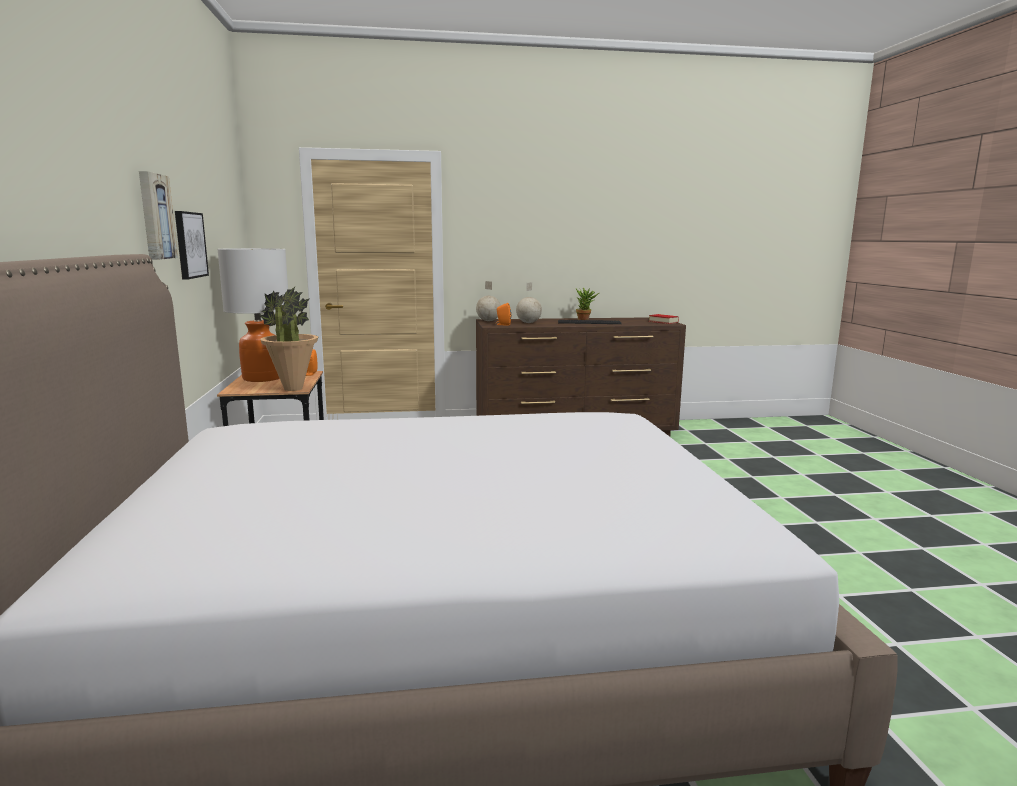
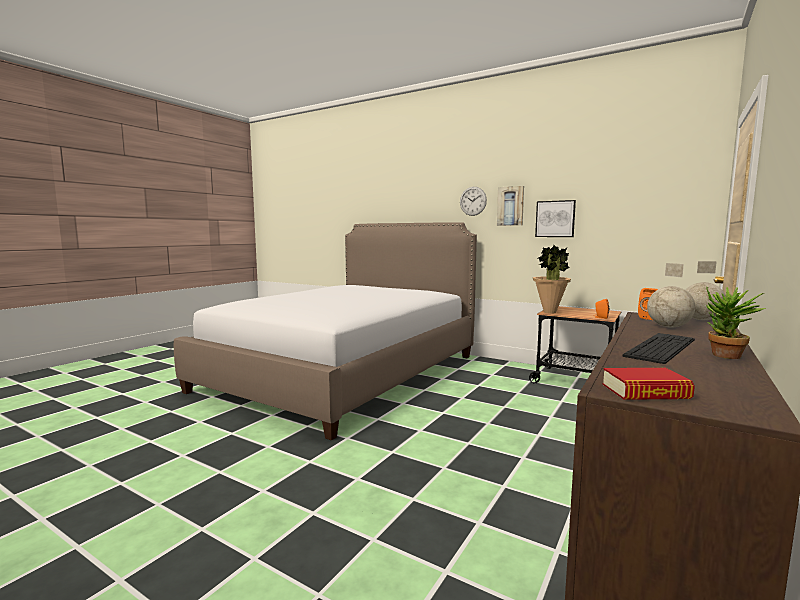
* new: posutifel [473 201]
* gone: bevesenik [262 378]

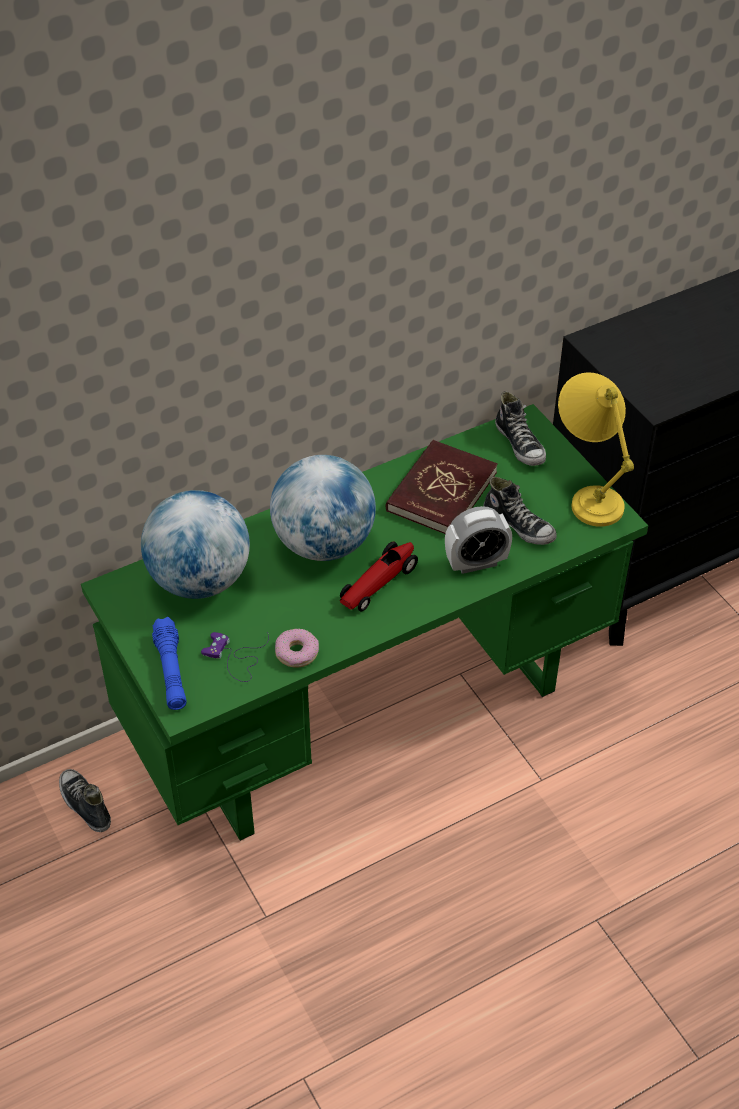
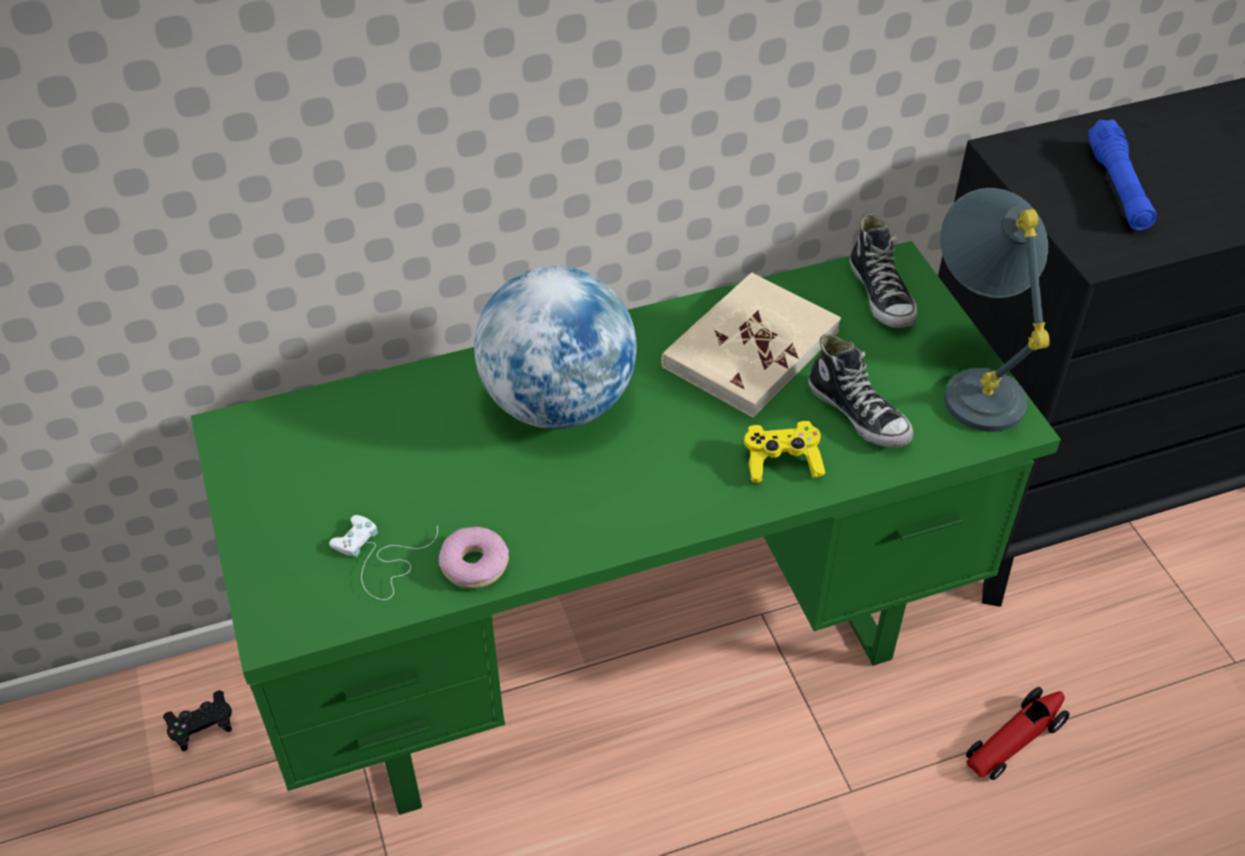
* swapped: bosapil [85 805] to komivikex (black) [202 726]
* repainted: komivikex (purple) [236 658] to komivikex (white) [380 559]
* repainted: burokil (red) [441 491] to burokil (beige) [750 349]
* swapped: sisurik [476 563] to komivikex (yellow) [781 462]
* repainted: bevesenik (yellow) [588 494] to bevesenik (grey) [973 380]
* shifted: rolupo [378 583] to [1014 740]
* shifted: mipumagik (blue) [171 671] to [1118 187]
* gone: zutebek [199 580]

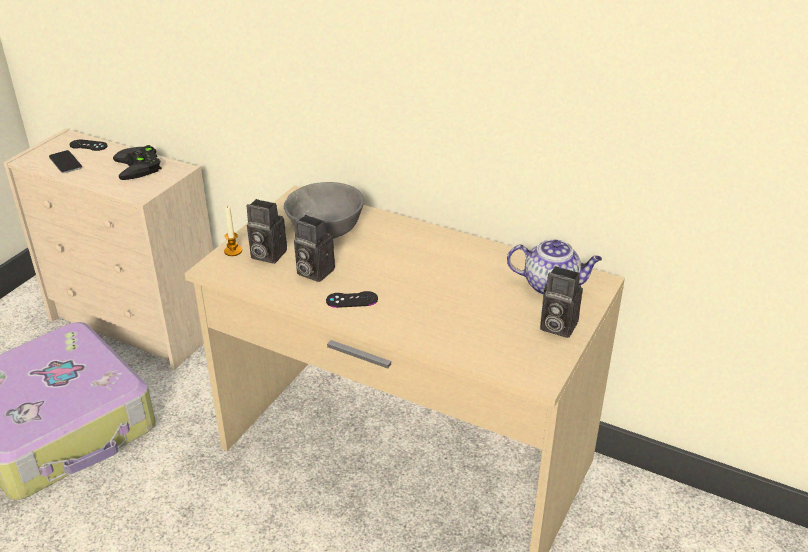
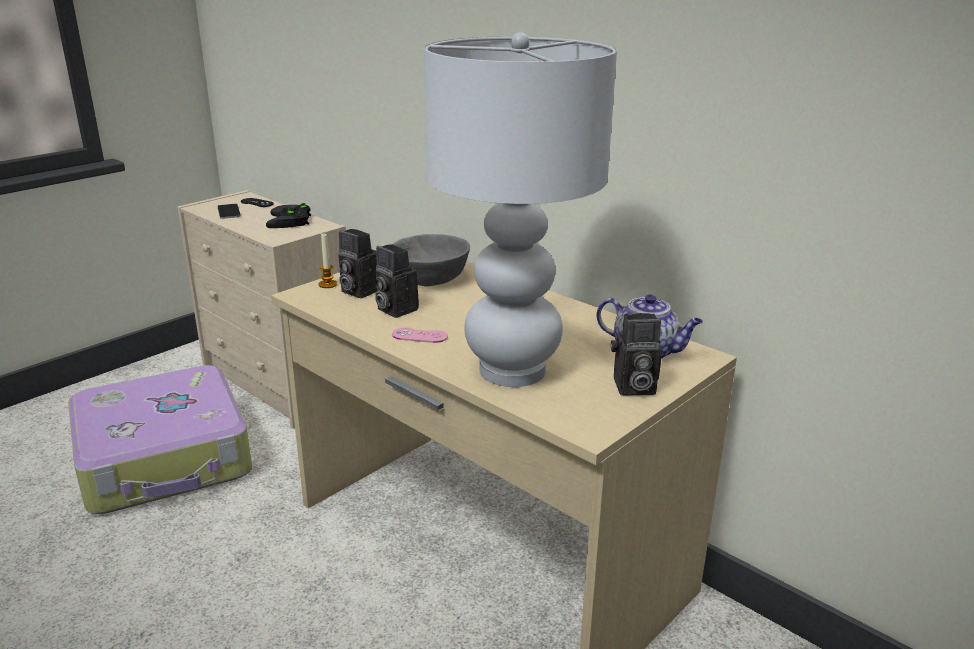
* repainted: komivikex (black) [352 300] to komivikex (pink) [419 335]
* new: bevesenik (white) [512 371]
* rotated: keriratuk [556 326] = [632 388] 45 degrees counterclockwise

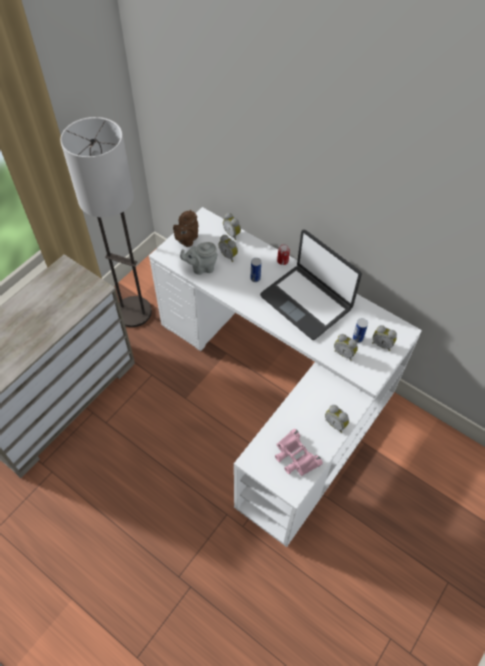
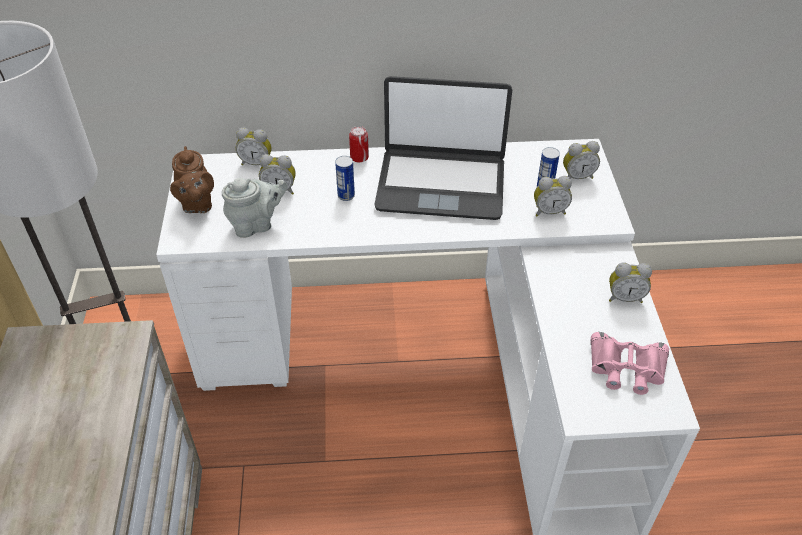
* rotated: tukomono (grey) [201 267] = [256 225] 150 degrees counterclockwise

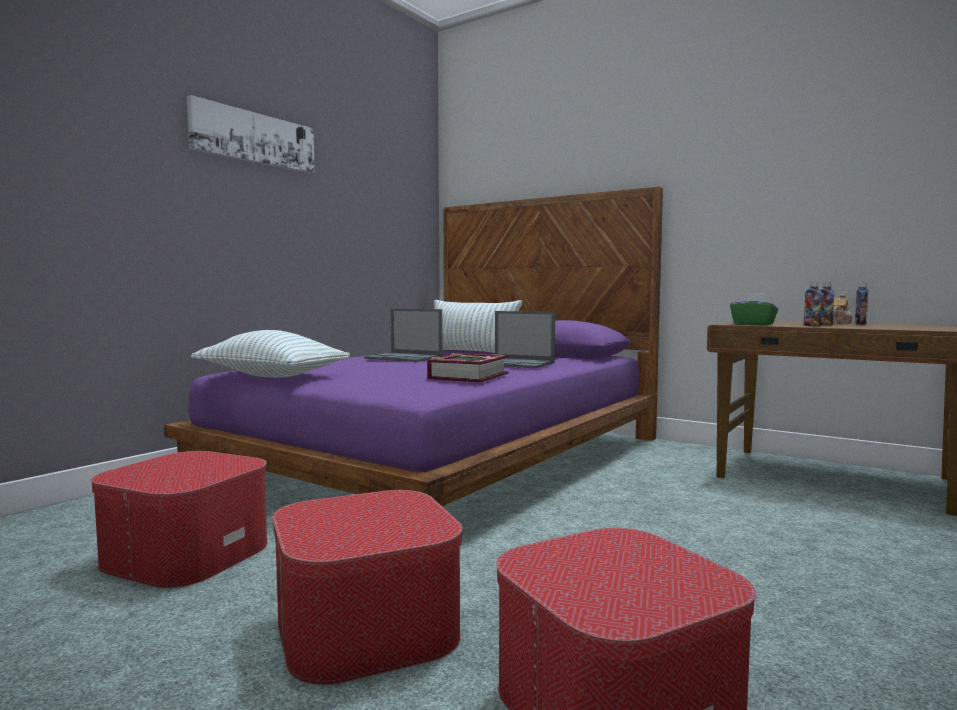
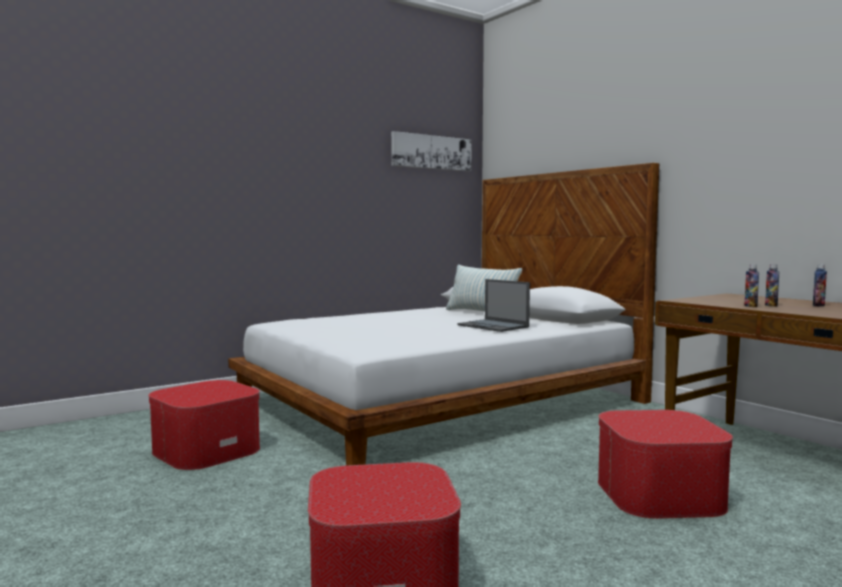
* repainted: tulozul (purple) [444 458] to tulozul (white) [440 401]
* shifted: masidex [254 138] to [431 152]
* shifted: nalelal [366 627] to [659 494]
* gone: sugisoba [271 376]
* gone: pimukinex [404 358]
* gone: burokil [468 376]
* gone: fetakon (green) [753 324]
* gone: tukomono [838 323]

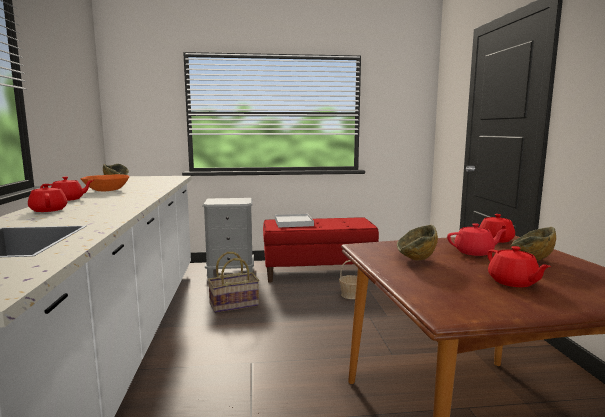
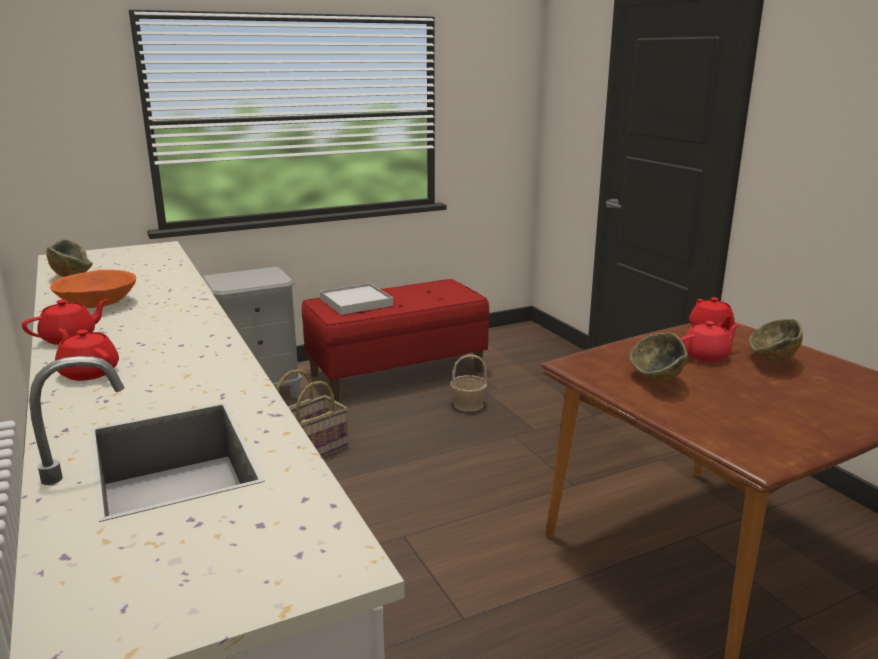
* gone: tukomono (red) [513 282]

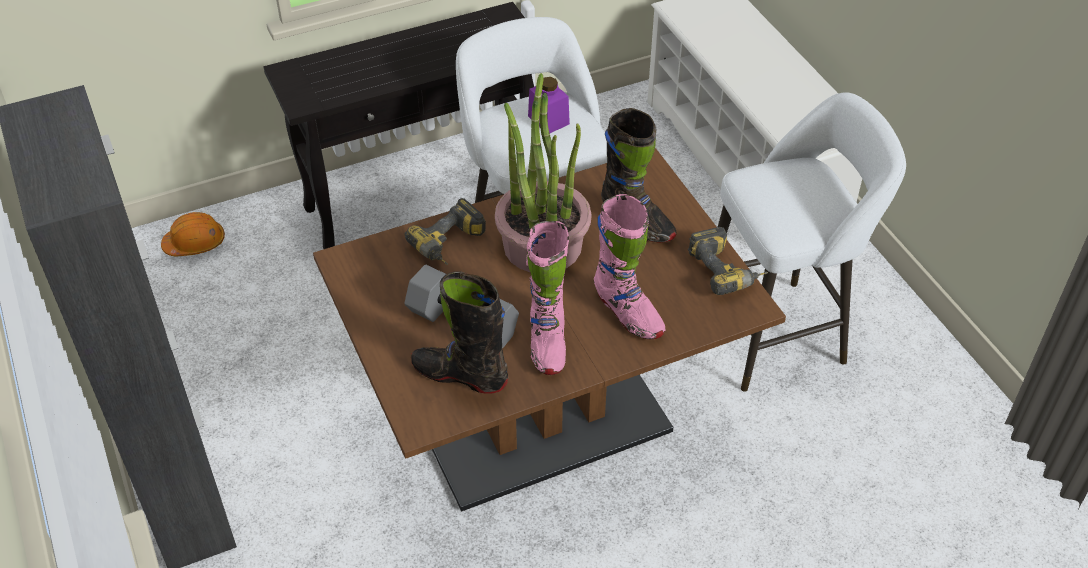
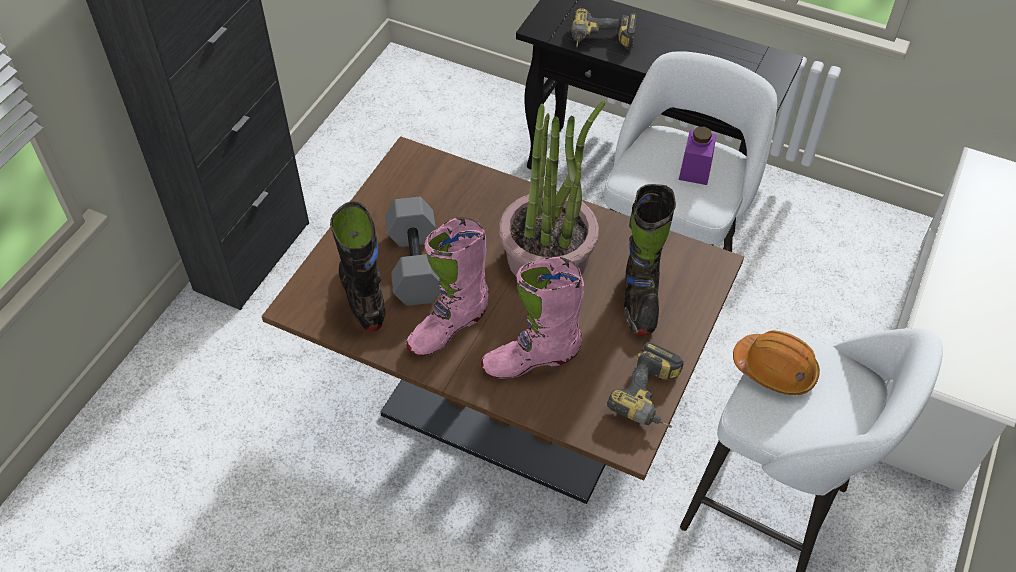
* rotated: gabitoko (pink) [627 313] = [531 360] 60 degrees clockwise
* shifted: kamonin [451 245] to [601 42]
* shifted: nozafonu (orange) [195 243] to [775 369]

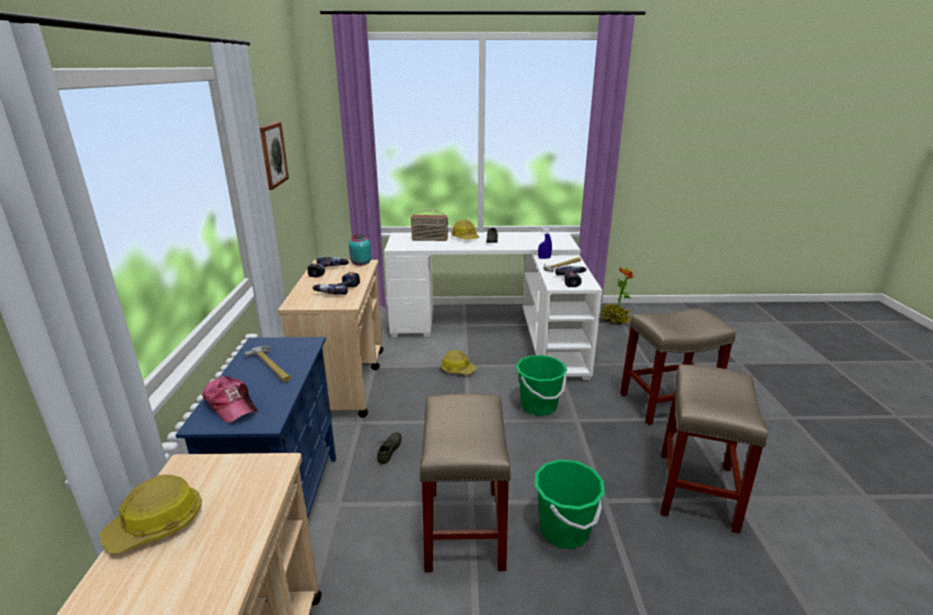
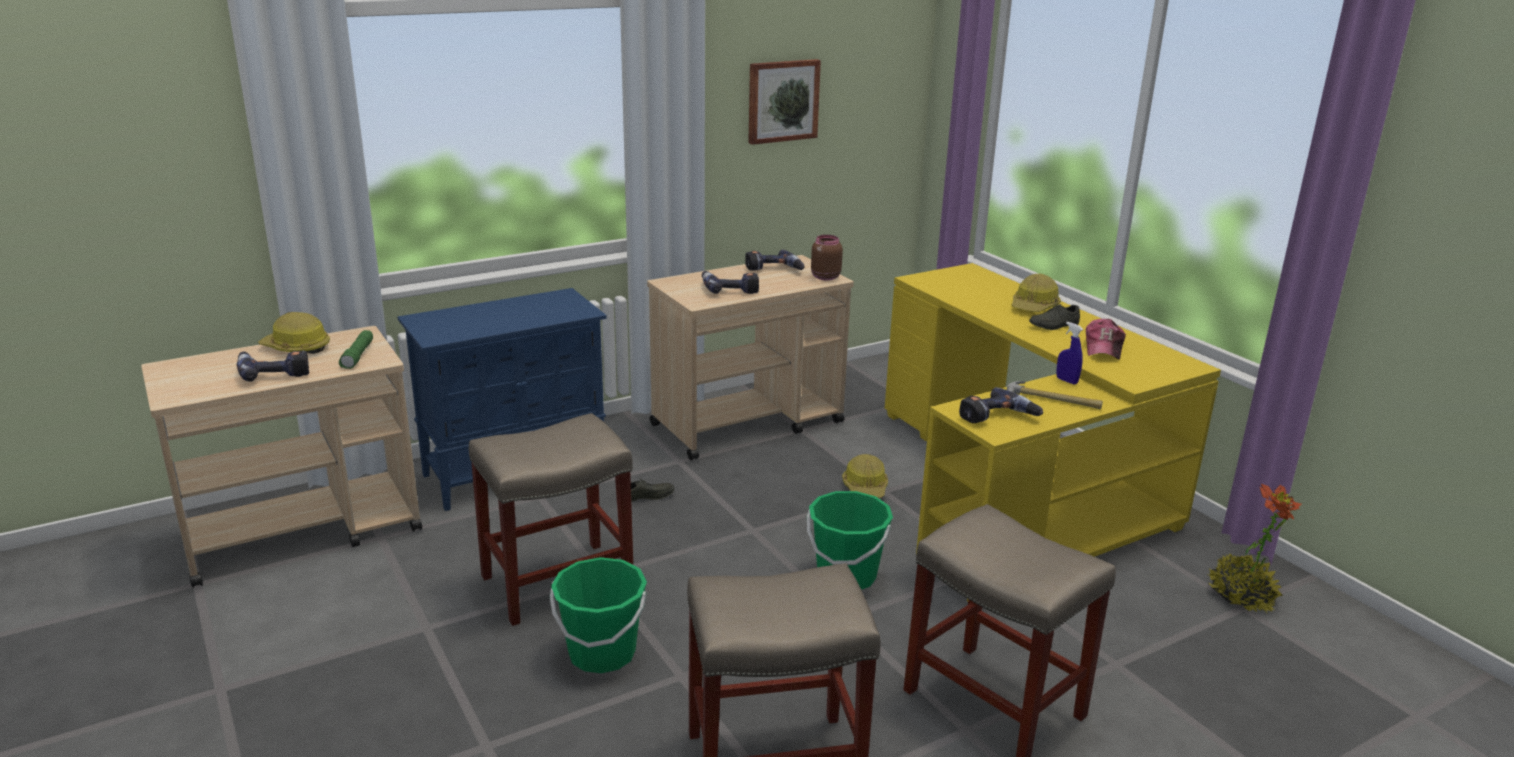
* new: kamonin [274 372]
* new: mipumagik (green) [358 356]
* repainted: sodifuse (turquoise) [360 263] to sodifuse (brown) [824 277]
* repainted: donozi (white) [499 332] to donozi (yellow) [1019 490]
* shifted: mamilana [231 405] to [1103 348]
* gone: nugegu [270 367]
* gone: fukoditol [429 240]

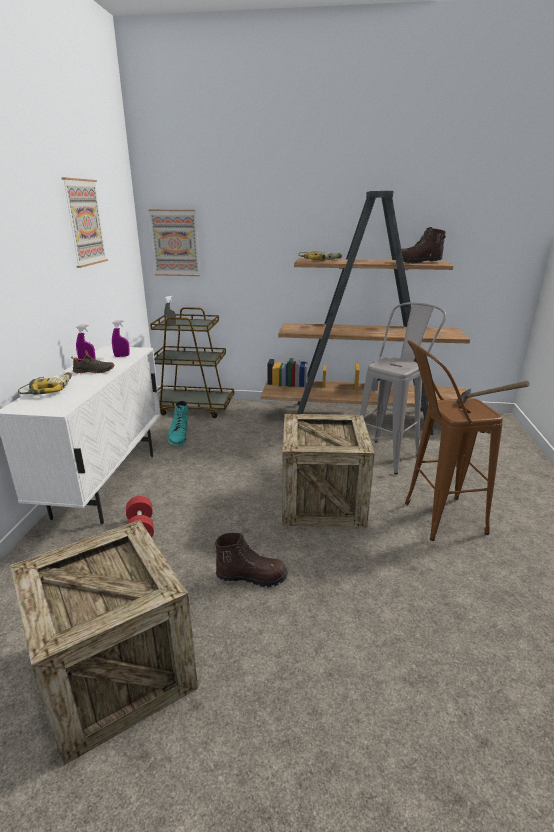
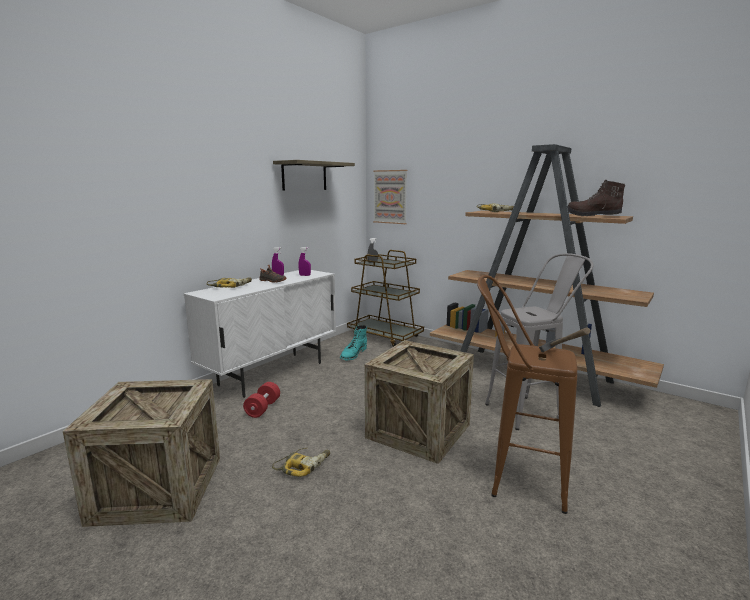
* swapped: gabitoko (brown) [251 576] to kamonin [303 465]
* swapped: masidex [84 222] to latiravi [304 176]

